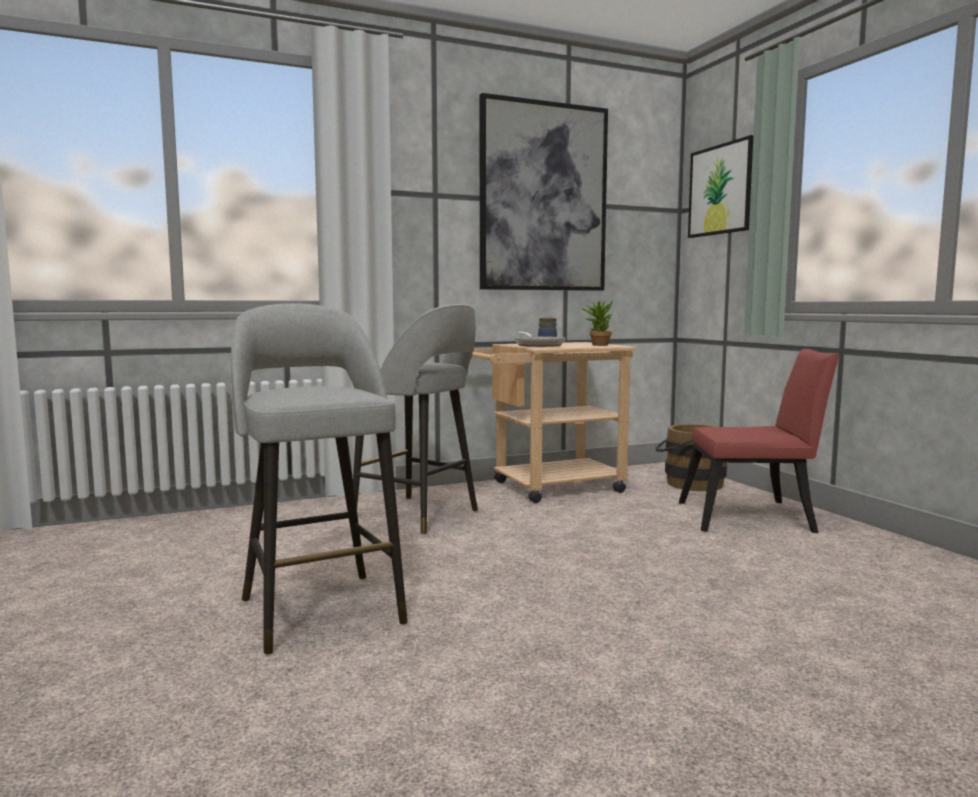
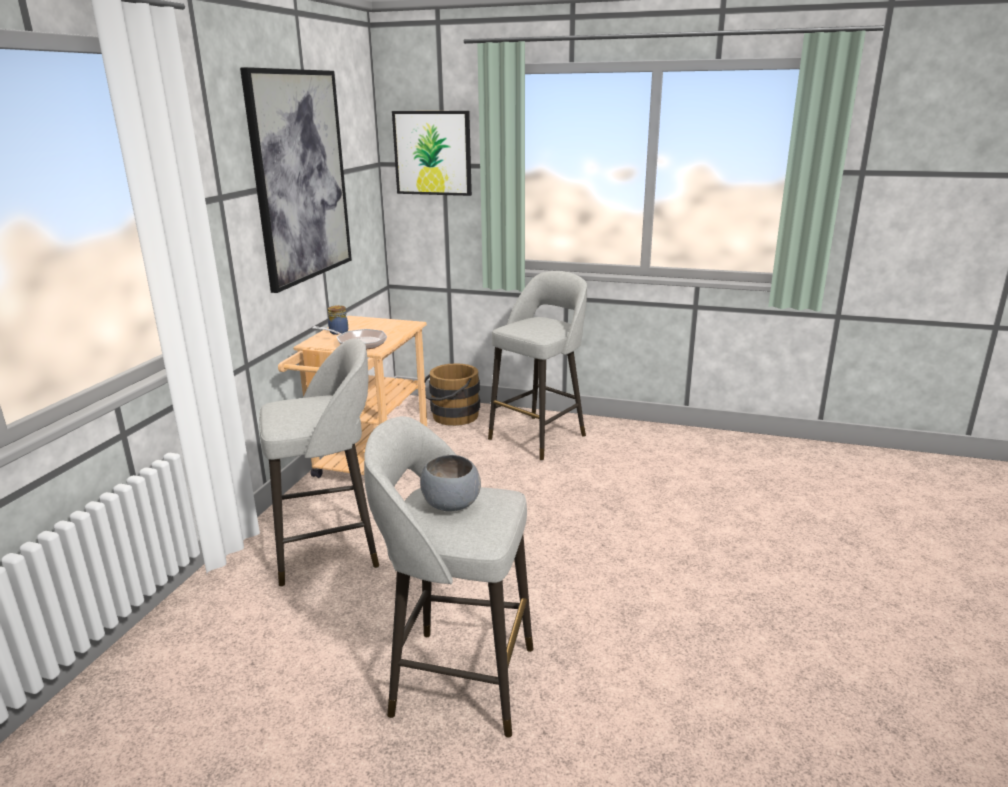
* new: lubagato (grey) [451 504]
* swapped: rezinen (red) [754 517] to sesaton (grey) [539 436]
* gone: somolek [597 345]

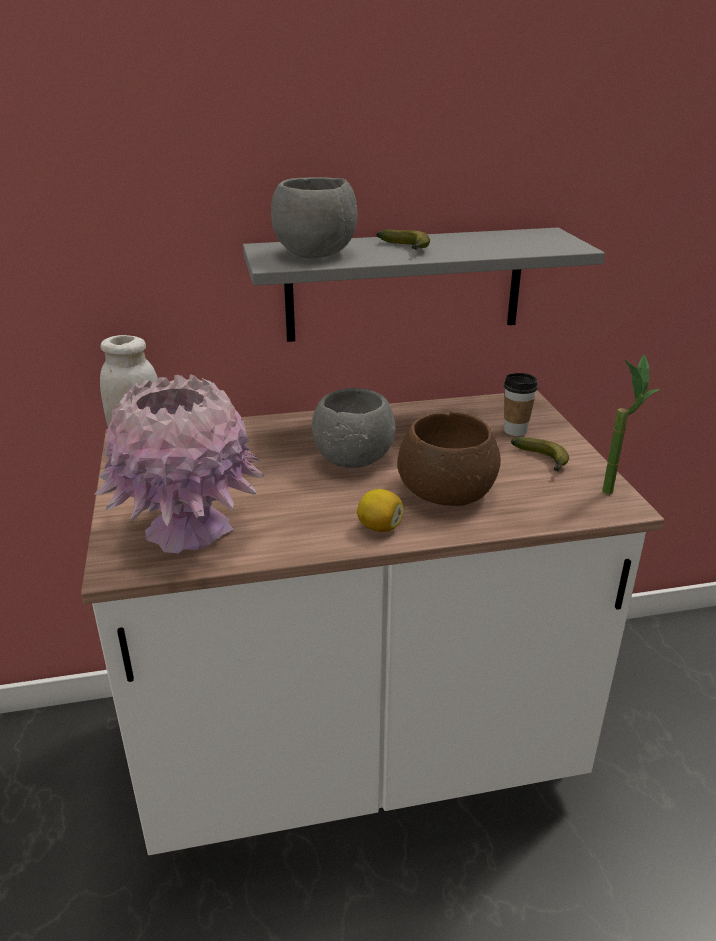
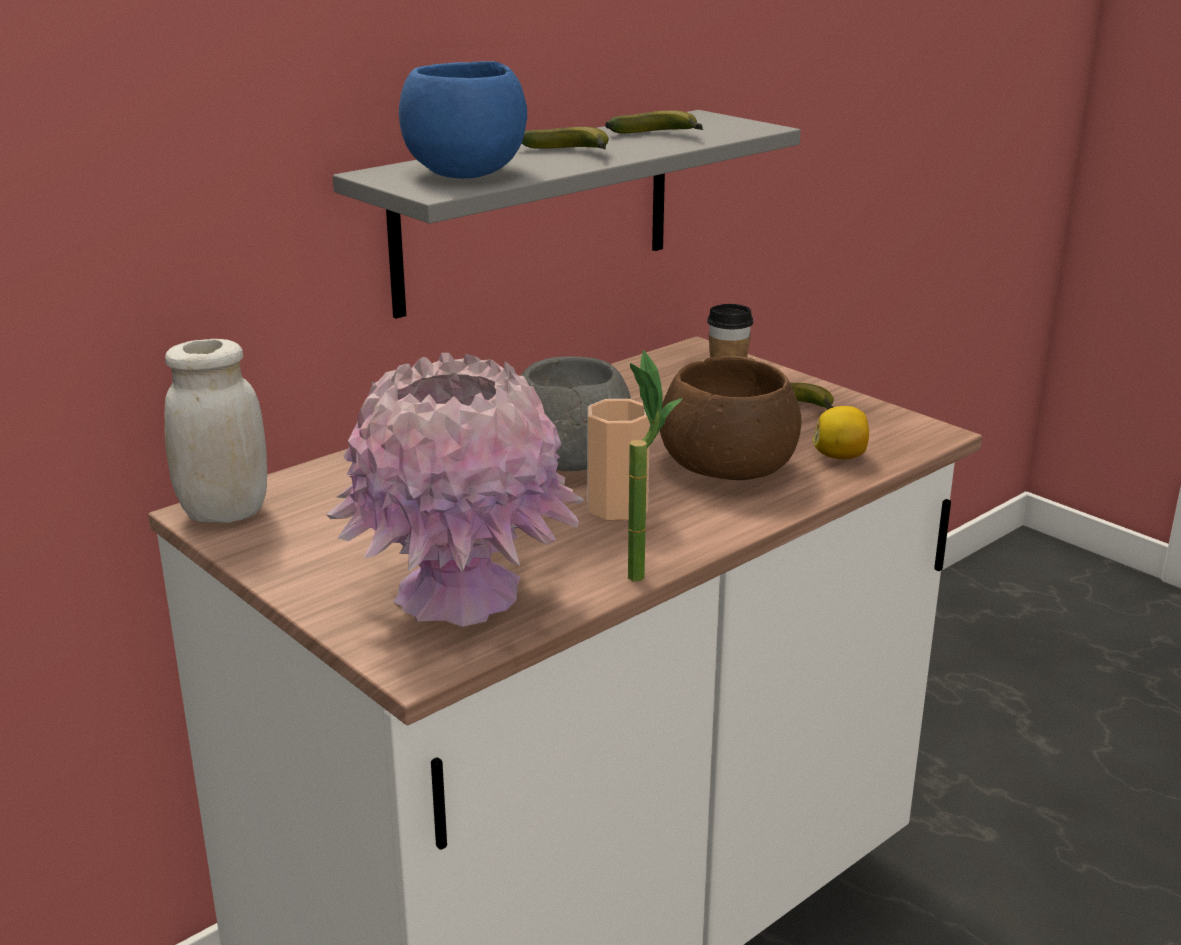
* repainted: lubagato (grey) [314 253] to lubagato (blue) [463 172]
* new: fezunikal [617 507]
* new: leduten [660 136]
* shifted: somolek [613 488] to [641 569]
* shifted: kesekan [379 527] to [840 456]

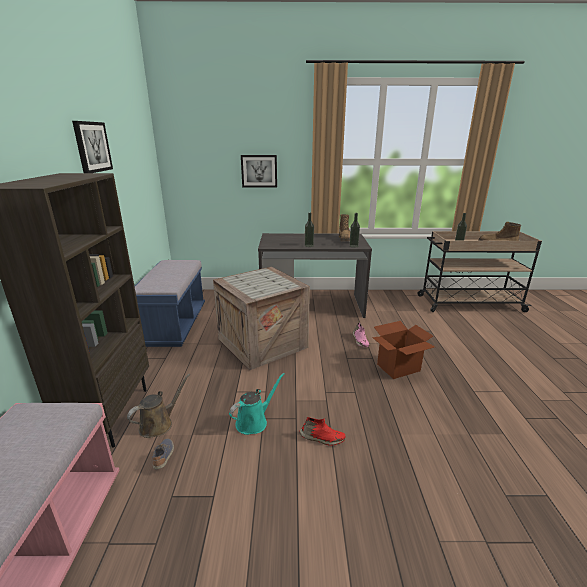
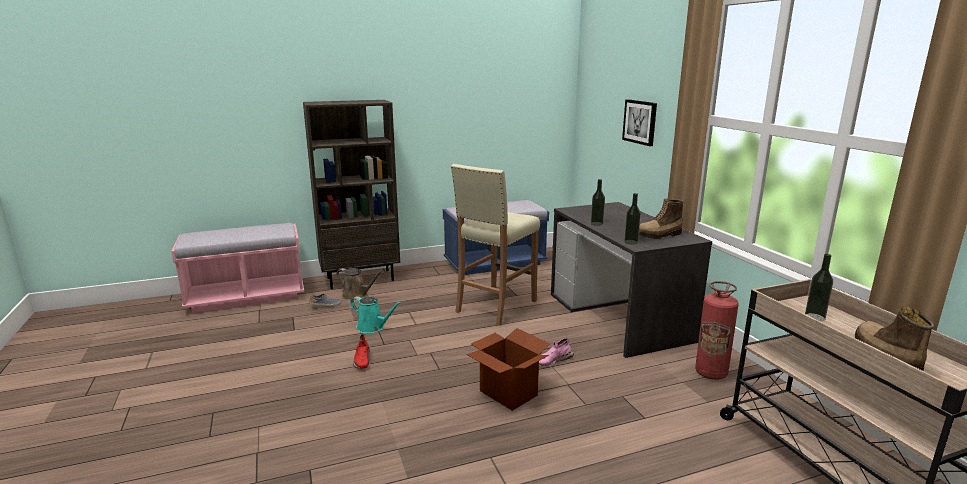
* swapped: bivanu [262 344] to sesaton (beige) [495 306]
* new: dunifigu [711 373]
* gone: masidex [92 147]

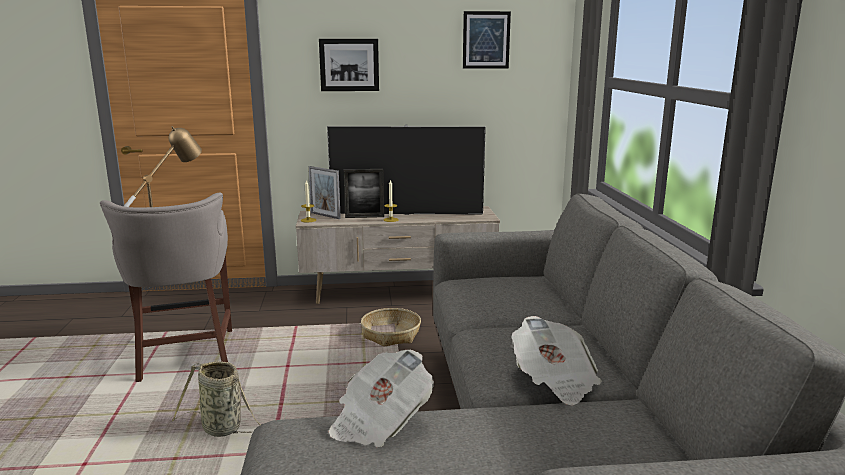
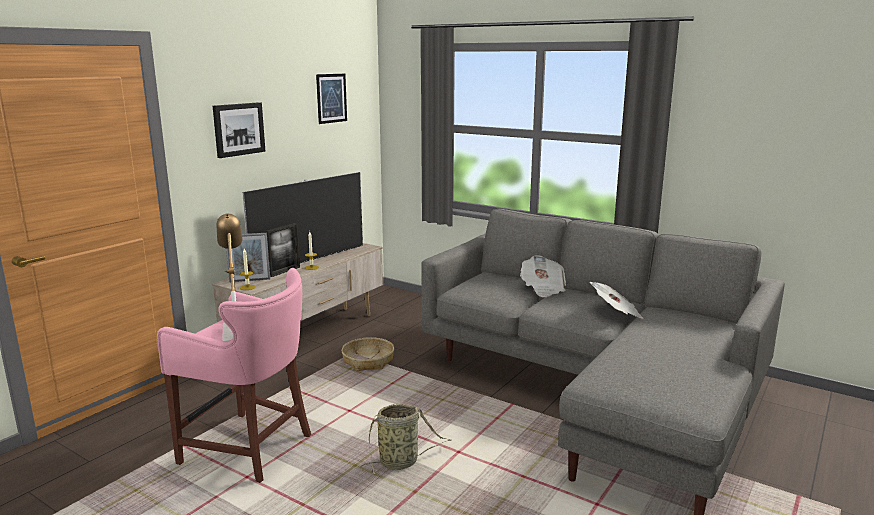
* repainted: sesaton (grey) [184 357] to sesaton (pink) [251 449]
* shifted: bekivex [379 422] to [542 289]

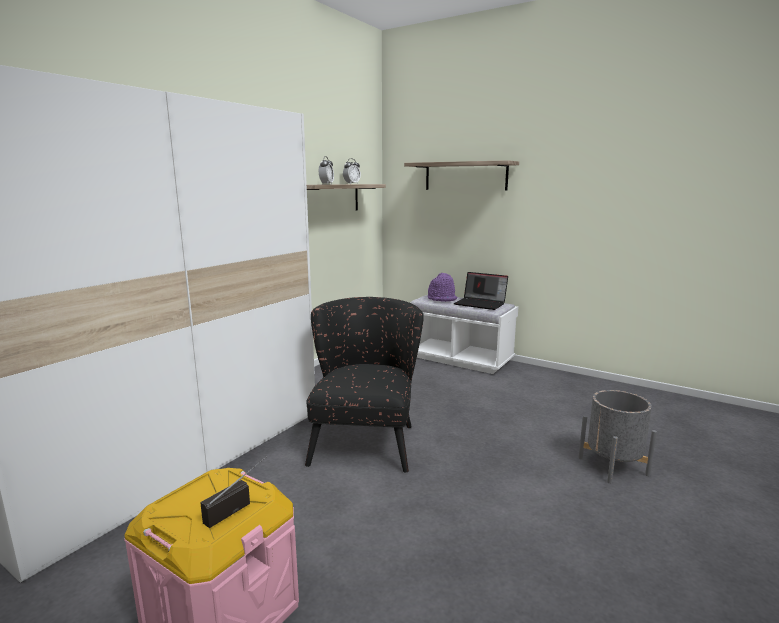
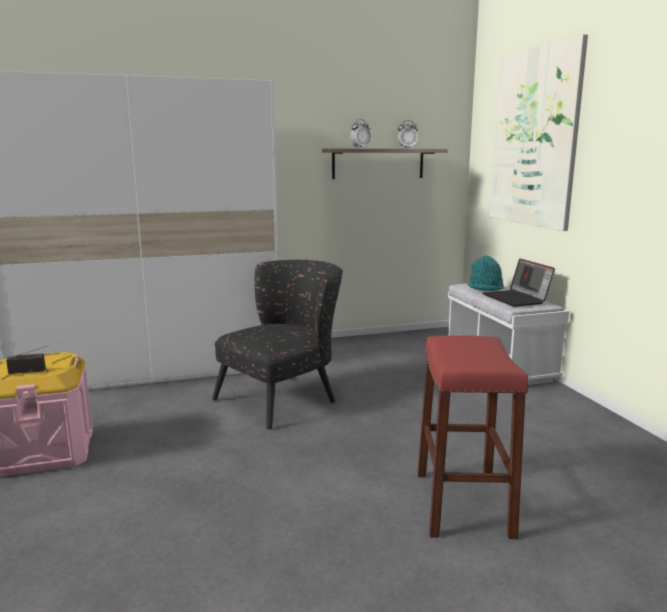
* swapped: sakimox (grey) [613 466] to sesaton (red) [463 503]
* repainted: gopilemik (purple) [442 299] to gopilemik (turquoise) [486 287]
* swapped: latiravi [465 176] to masidex [534 138]

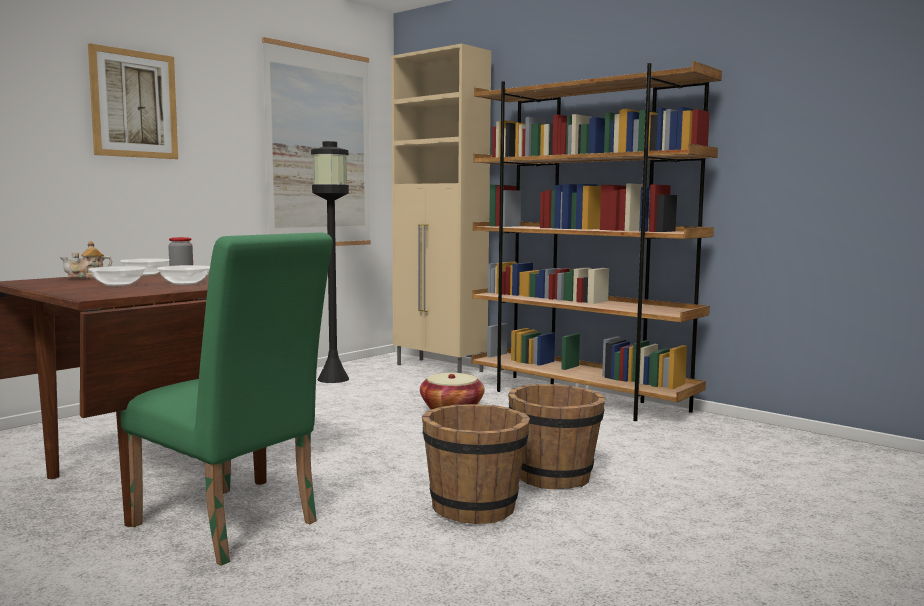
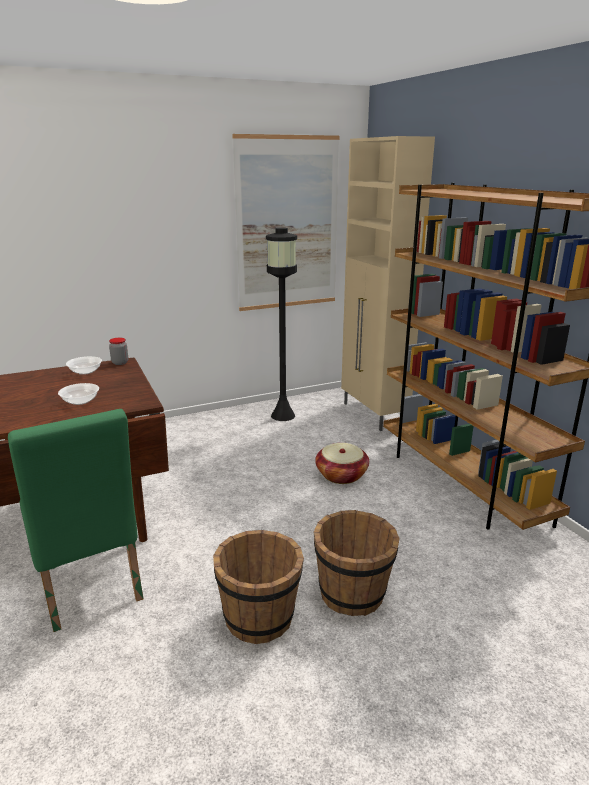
* gone: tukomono [87 277]
* gone: masidex [134 104]
* gone: lubagato [118 285]

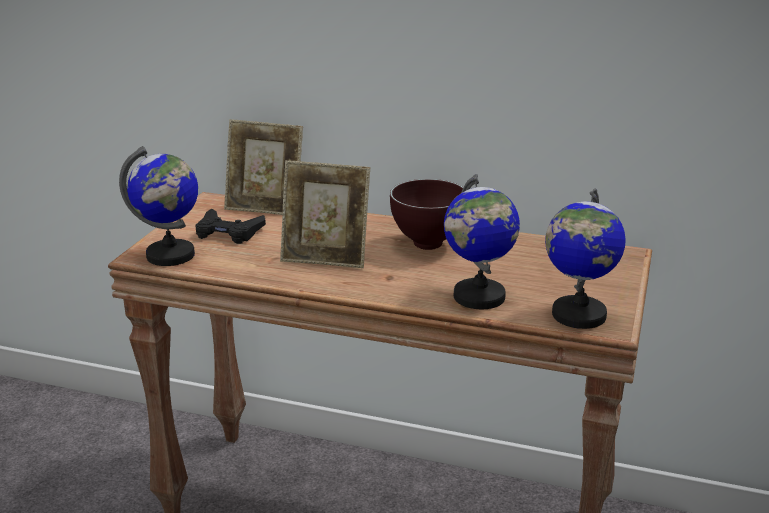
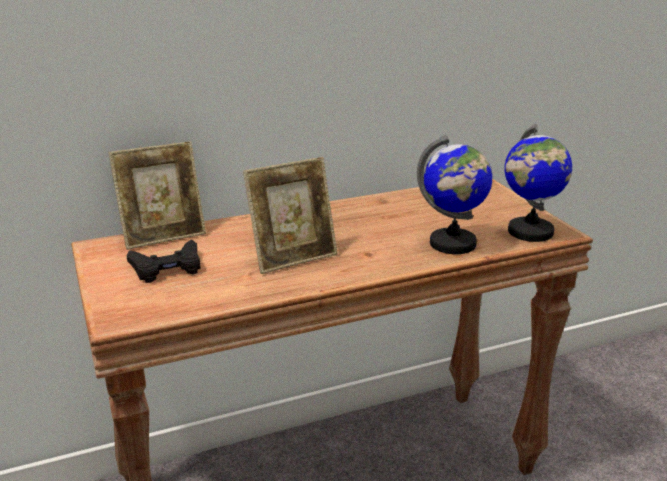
* gone: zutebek [171 255]
* gone: lubagato (brown) [426 244]

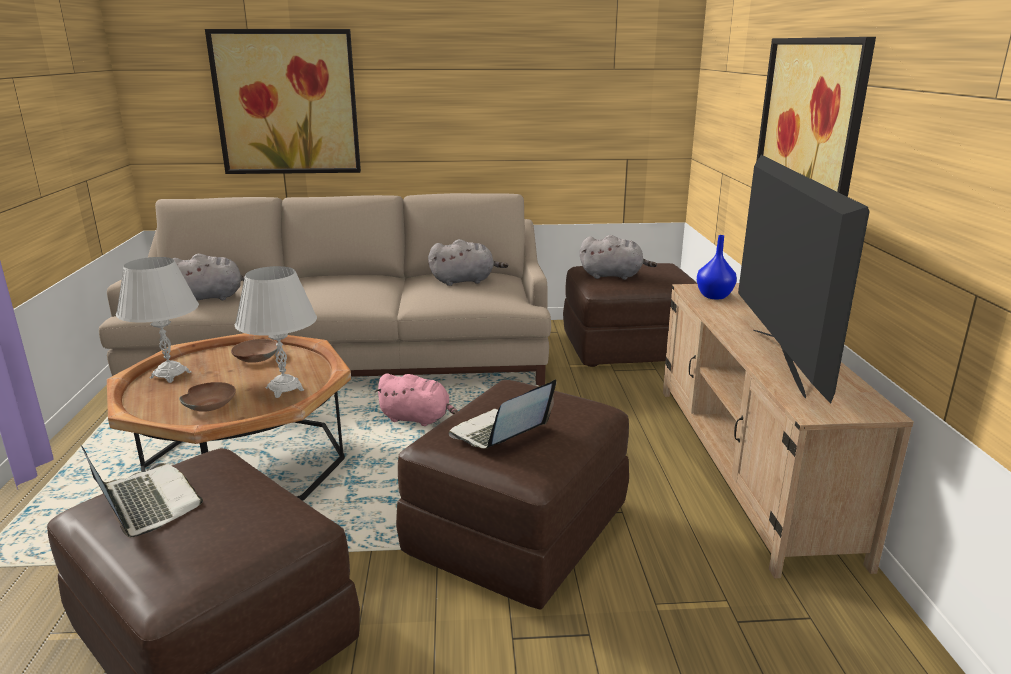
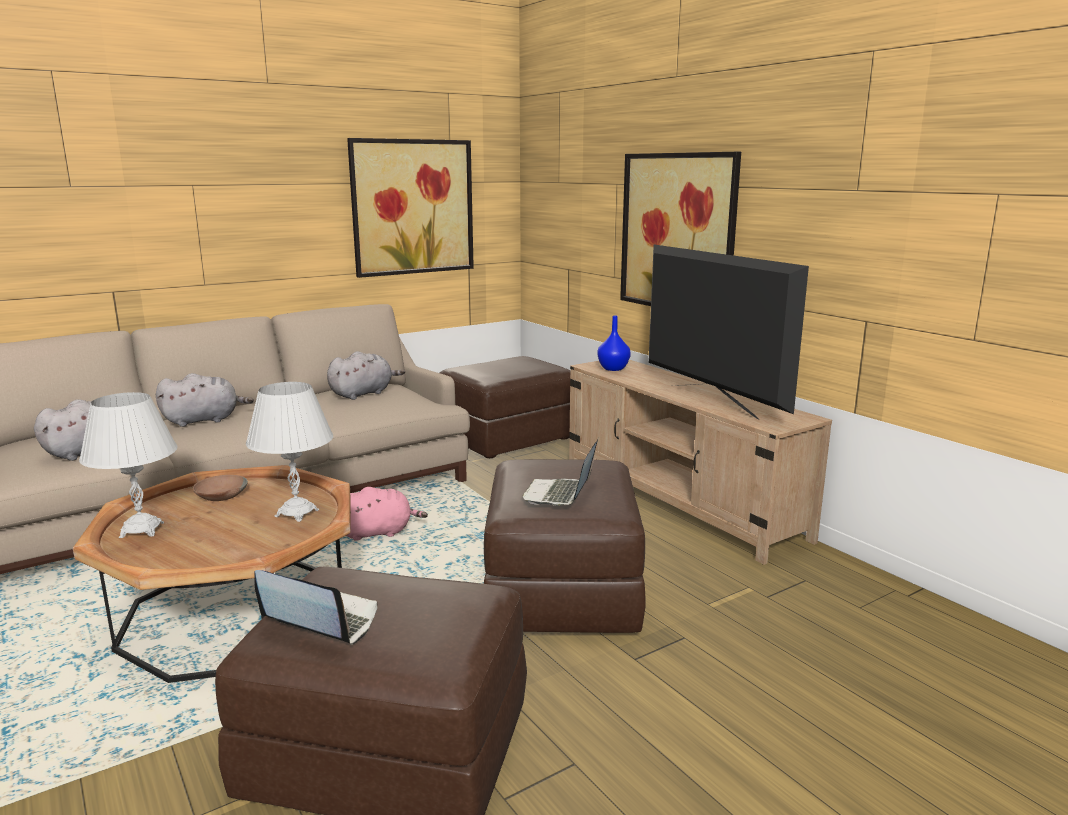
* shifted: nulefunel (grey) [613 276] to [204 420]
* shifted: masidex [287 103] to [412 207]
* gone: lubagato (brown) [210 404]

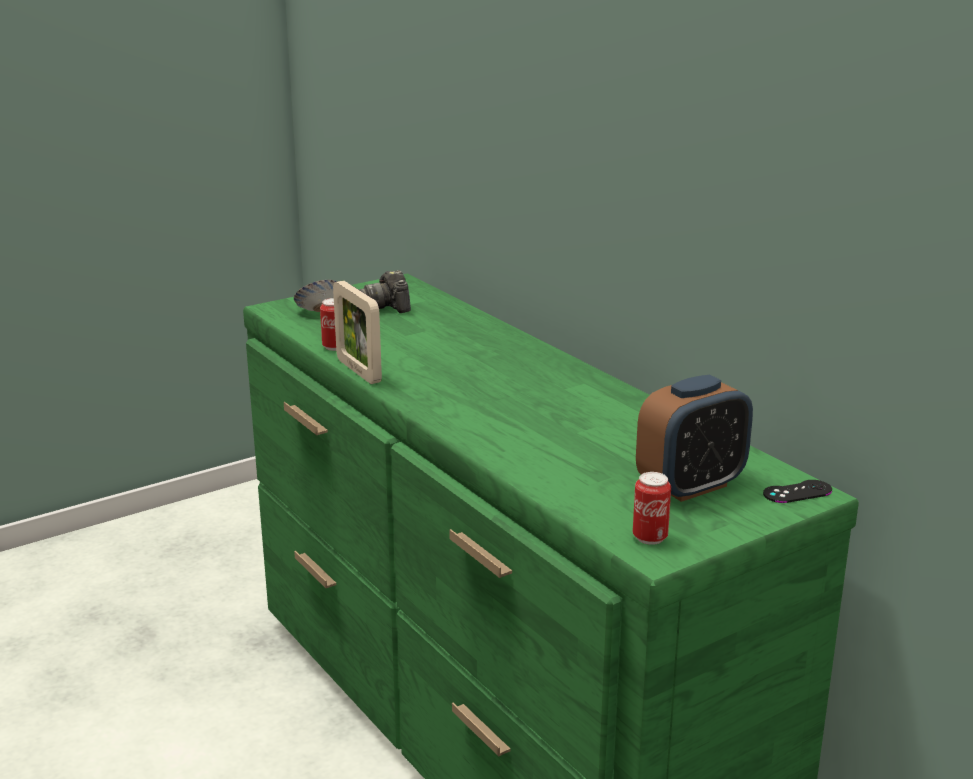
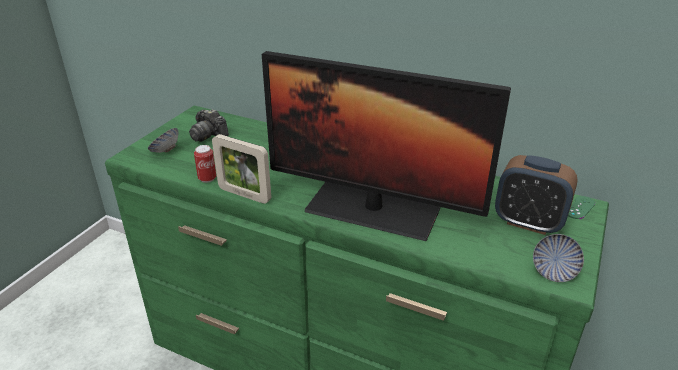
* new: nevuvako [372 210]
* rotated: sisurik [691 486] = [528 222] 90 degrees clockwise
* swapped: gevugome [650 537] to lubagato [554 271]
* repainted: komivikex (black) [797 492] to komivikex (green) [579 207]

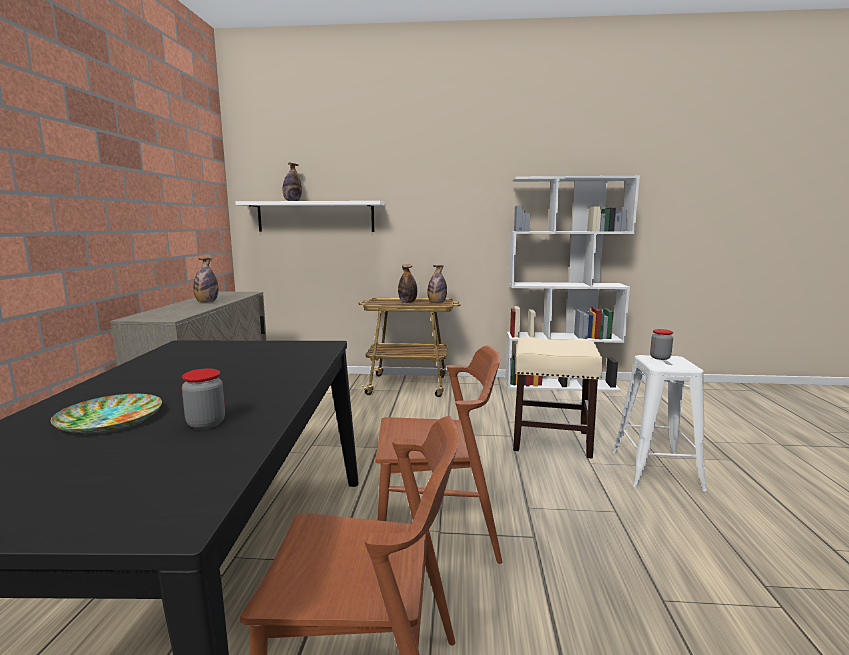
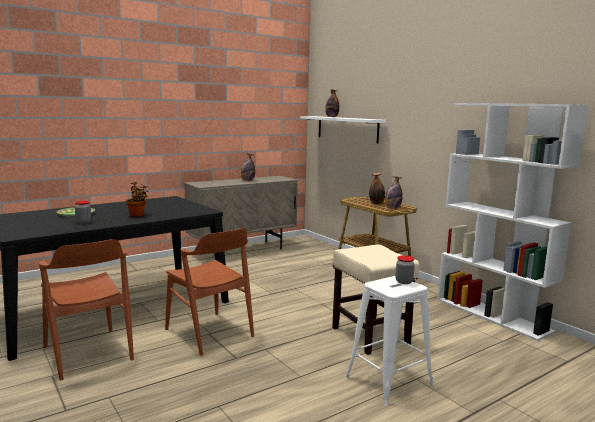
* new: somolek [137 215]

